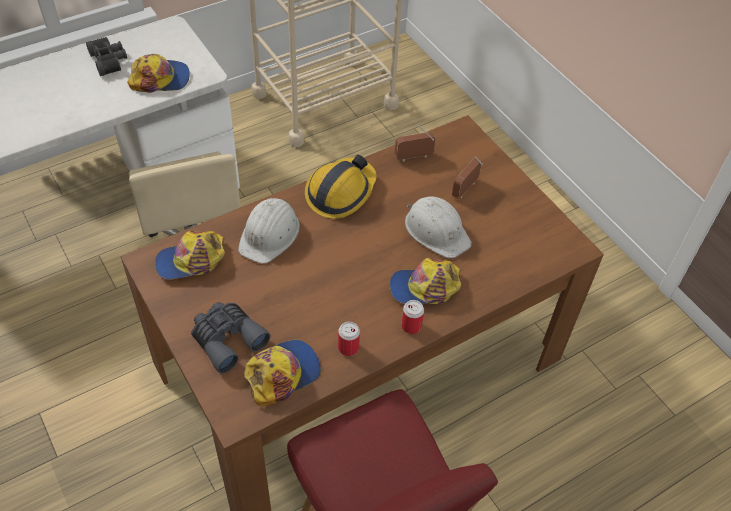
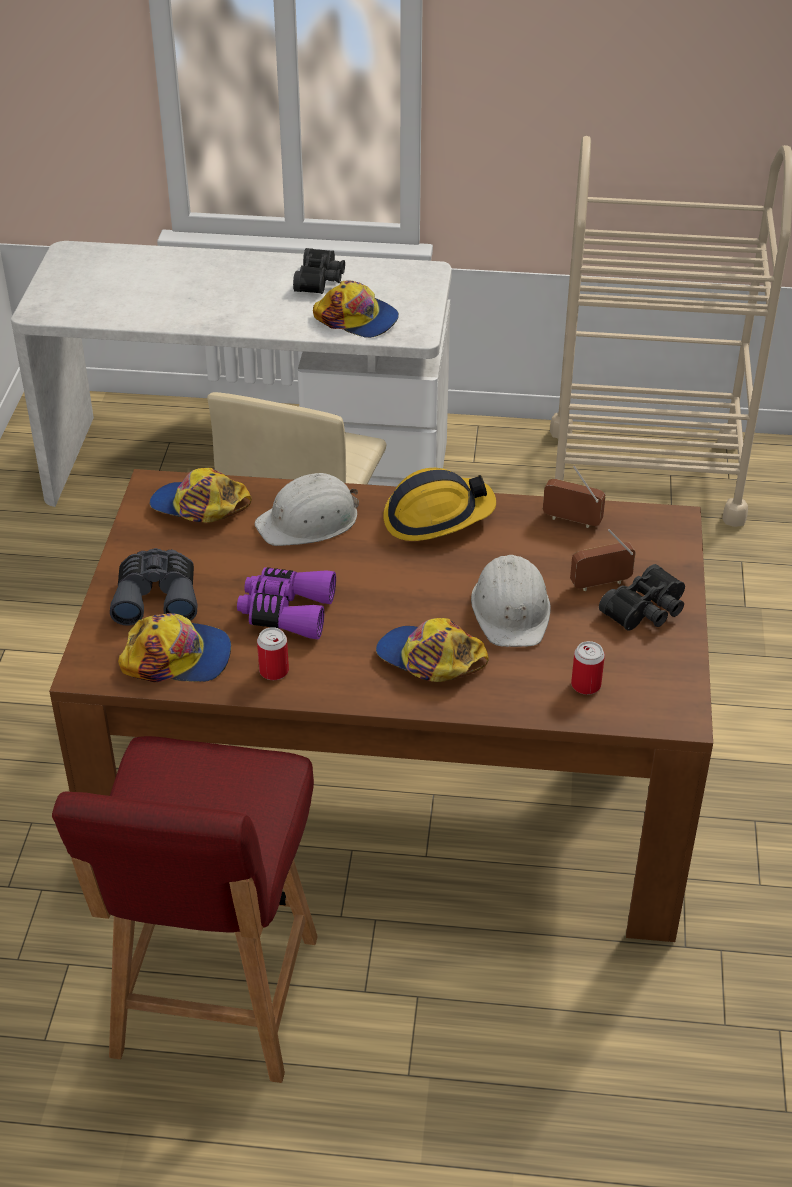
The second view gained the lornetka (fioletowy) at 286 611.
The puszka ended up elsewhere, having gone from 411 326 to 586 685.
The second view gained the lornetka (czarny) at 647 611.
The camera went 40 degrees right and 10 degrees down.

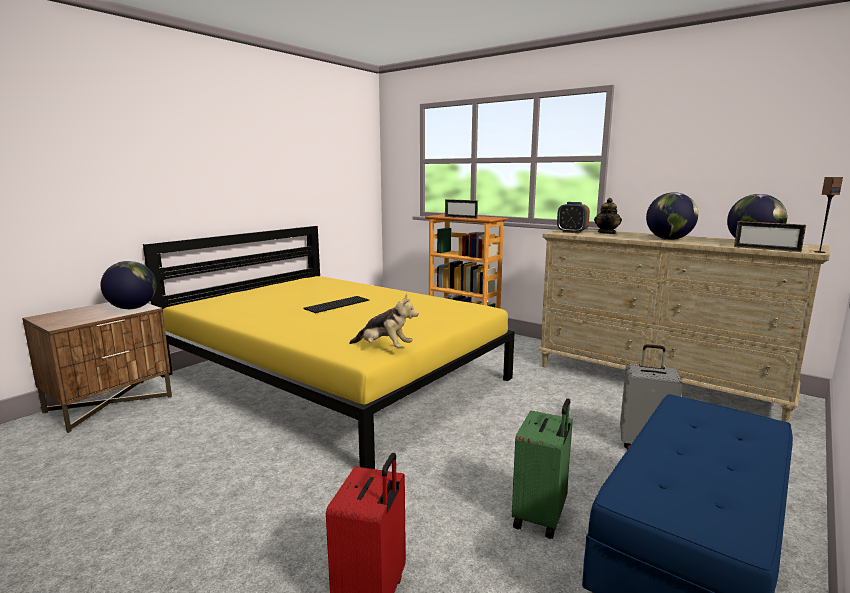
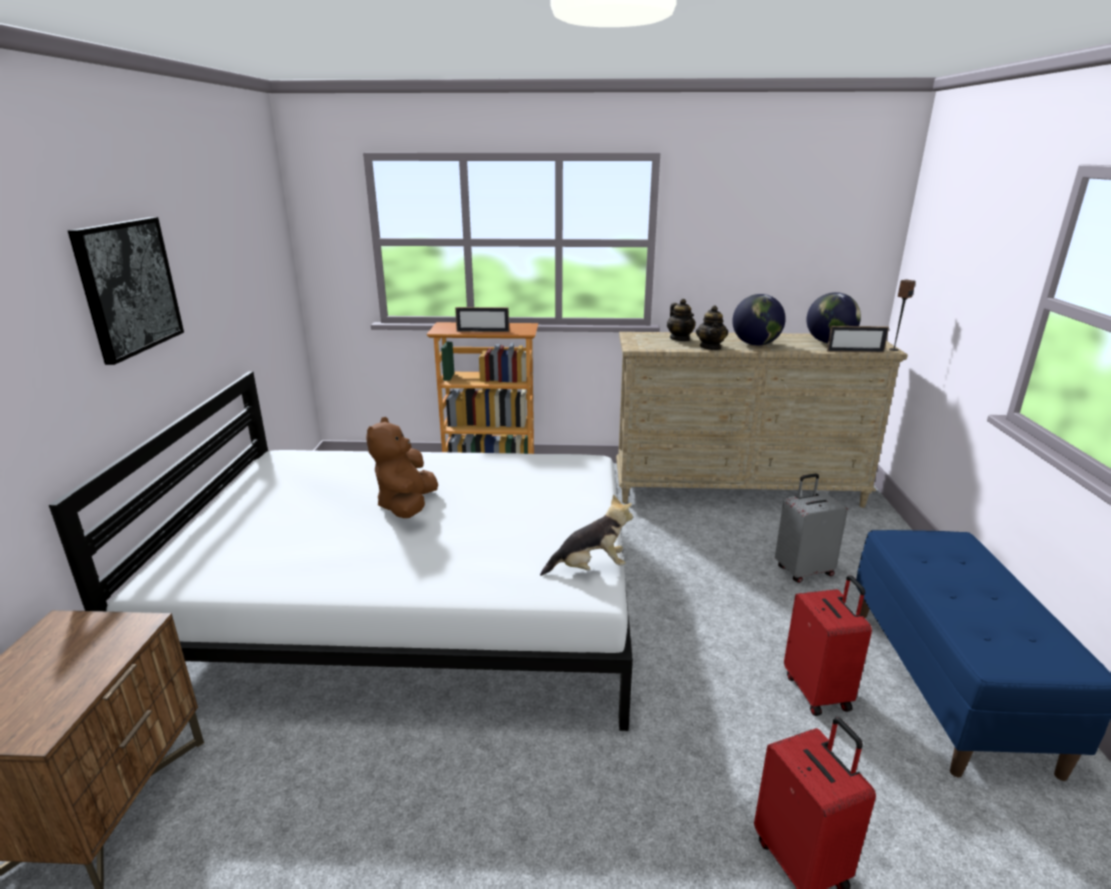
What was the łóżko (żółty) at 336 376 turned into the łóżko (biały) at 413 603.
The second view gained the obraz at 128 287.
Where the klawiatura stood at 337 304, the pluszak (brązowy) came to stand at 407 506.
The second view gained the imbryk at 710 347.
What was the walizka (zielony) at 541 517 turned into the walizka (czerwony) at 818 692.
The second view lost the globus at 132 308.
The second view lost the budzik at 572 232.
The camera went 35 degrees left and 10 degrees up.

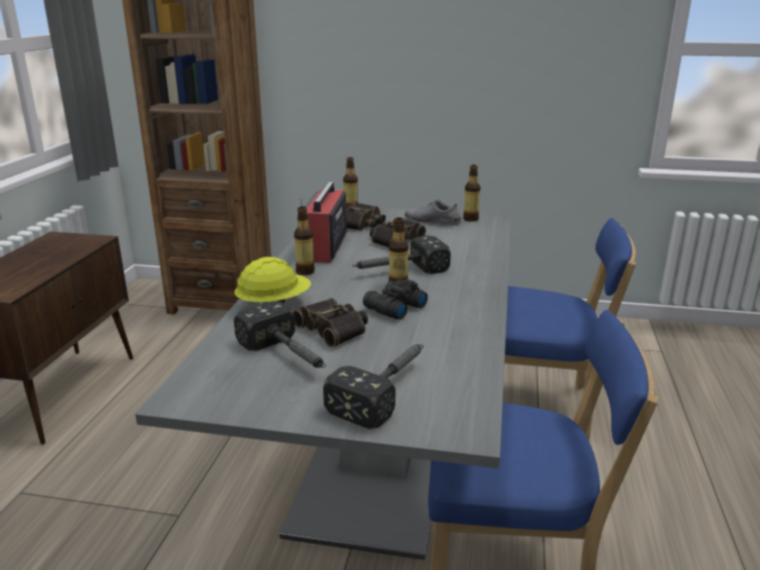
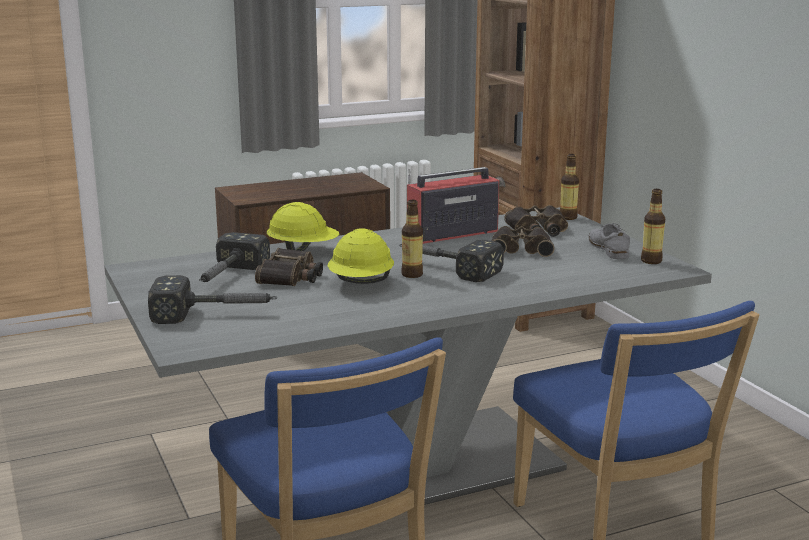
Where the lornetka (czarny) stood at 393 308, the kask (żółty) came to stand at 361 284.
The second view lost the butelka at 305 271.
The camera went 55 degrees right and 5 degrees down.

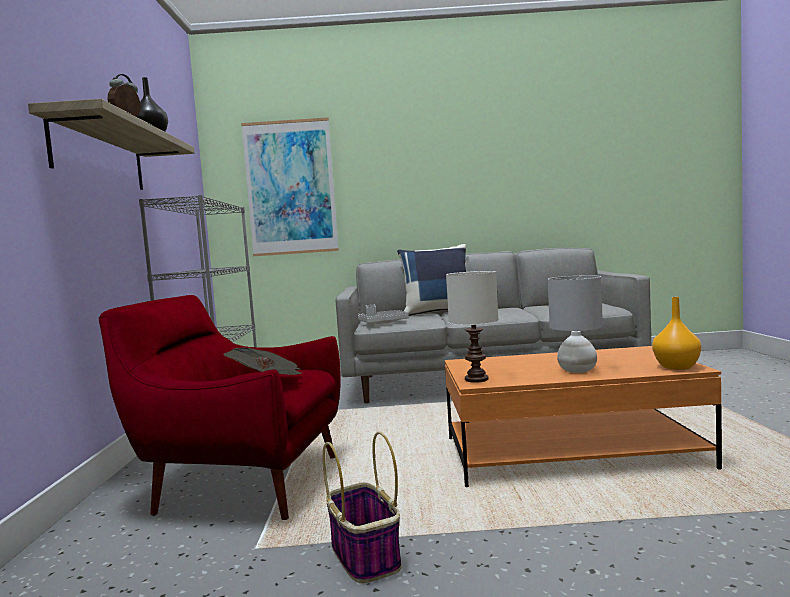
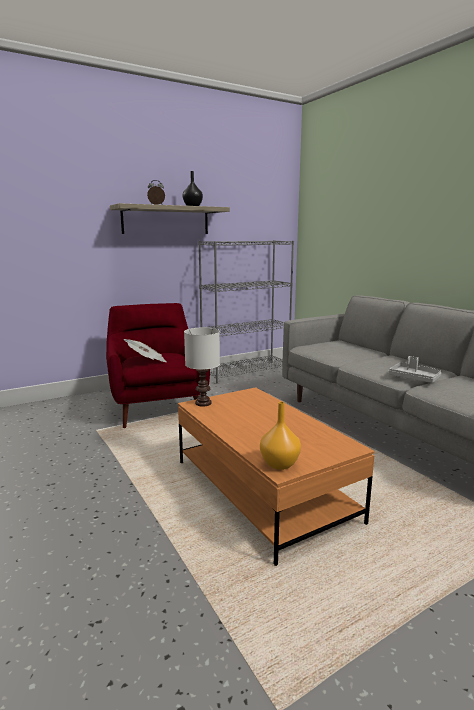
The taca (szary) ended up elsewhere, having gone from 383 323 to 414 378.
The second view lost the obraz at 290 188.
The second view lost the koszyk at 364 555.
The second view lost the poduszka (niebieski) at 438 312.
The second view lost the lampa stołowa (szary) at 577 370.
The camera went 60 degrees right and 10 degrees up.

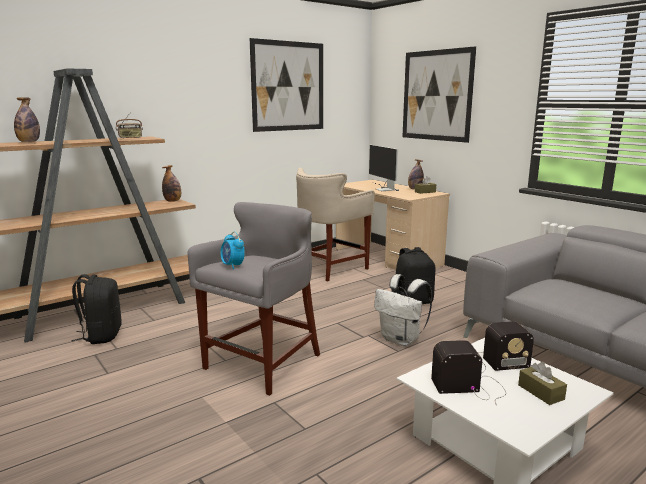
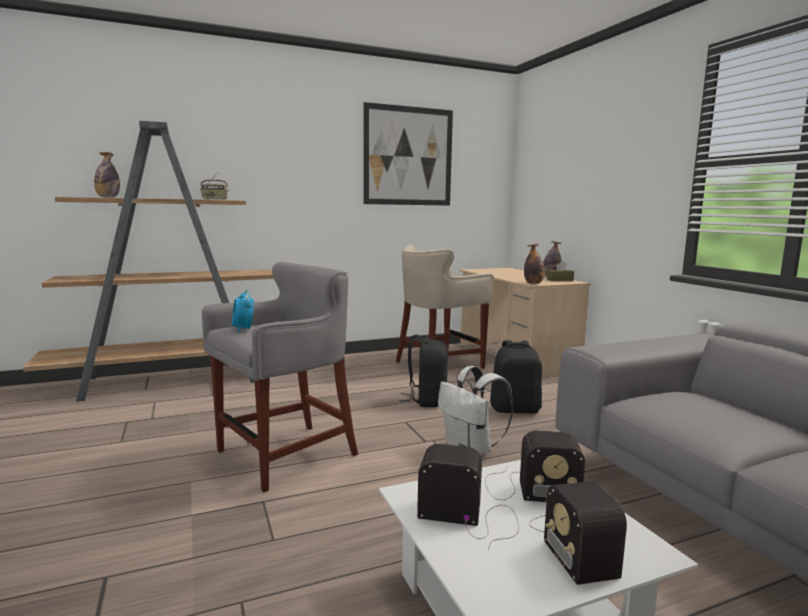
The plecak (czarny) ended up elsewhere, having gone from 101 335 to 426 400.
The butelka ended up elsewhere, having gone from 172 201 to 533 283.
Where the pudełko chusteczek (brązowy) stood at 540 392, the radio came to stand at 572 542.
The second view lost the monitor at 384 189.
The second view lost the obraz at 436 95.
The camera went 15 degrees right and 5 degrees down.

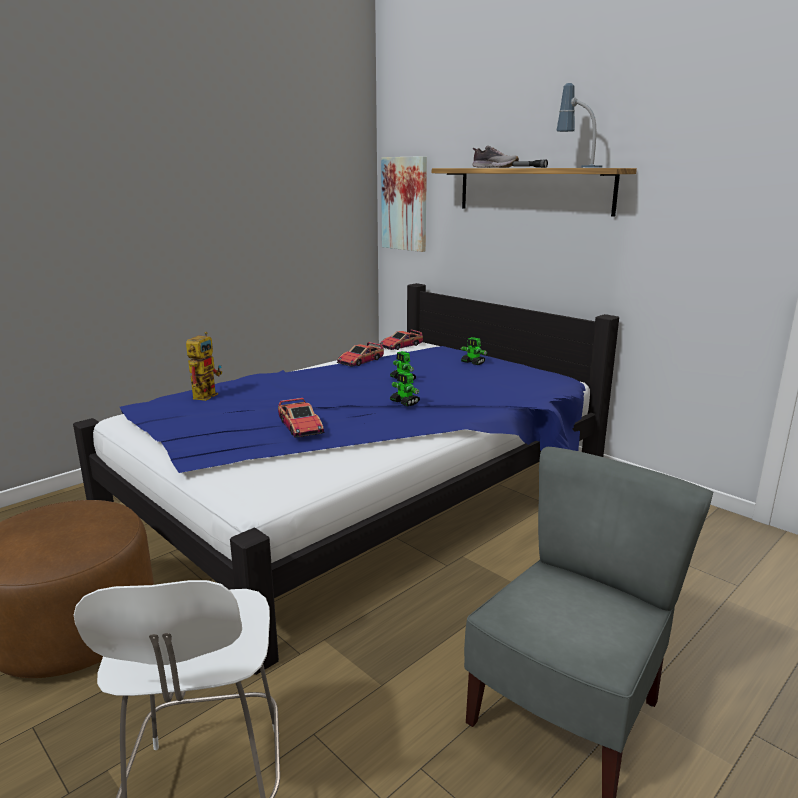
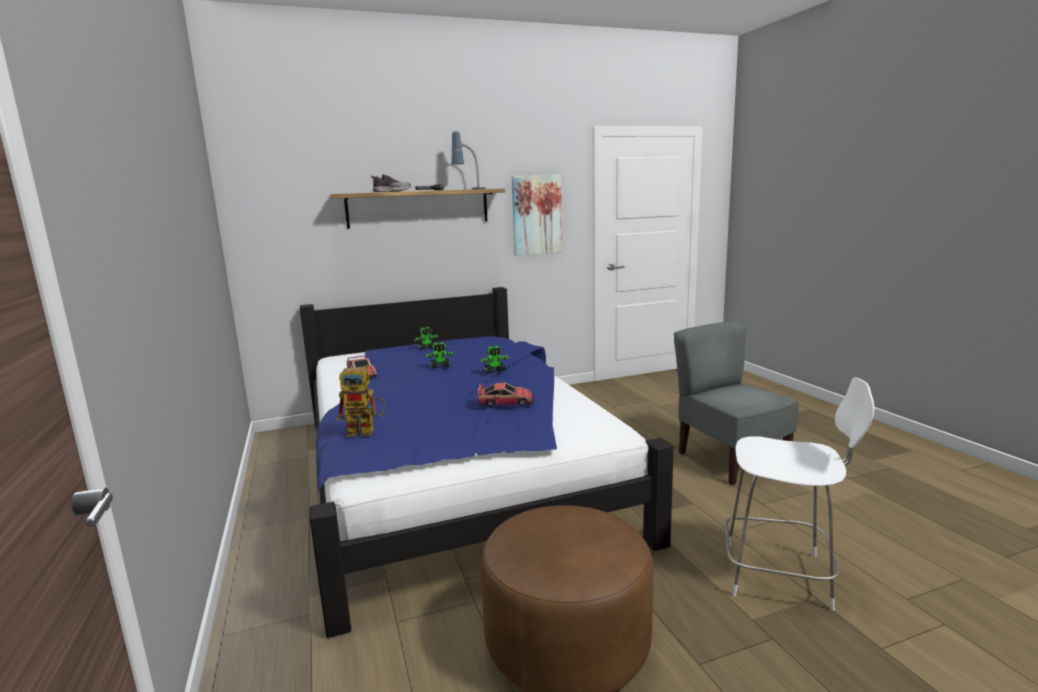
The robot zabawkowy at 206 394 ended up facing another way, 135 degrees clockwise from before.
The obraz ended up elsewhere, having gone from 405 204 to 536 215.
The second view lost the samochodzik at 401 346.
The camera went 65 degrees left and 5 degrees down.

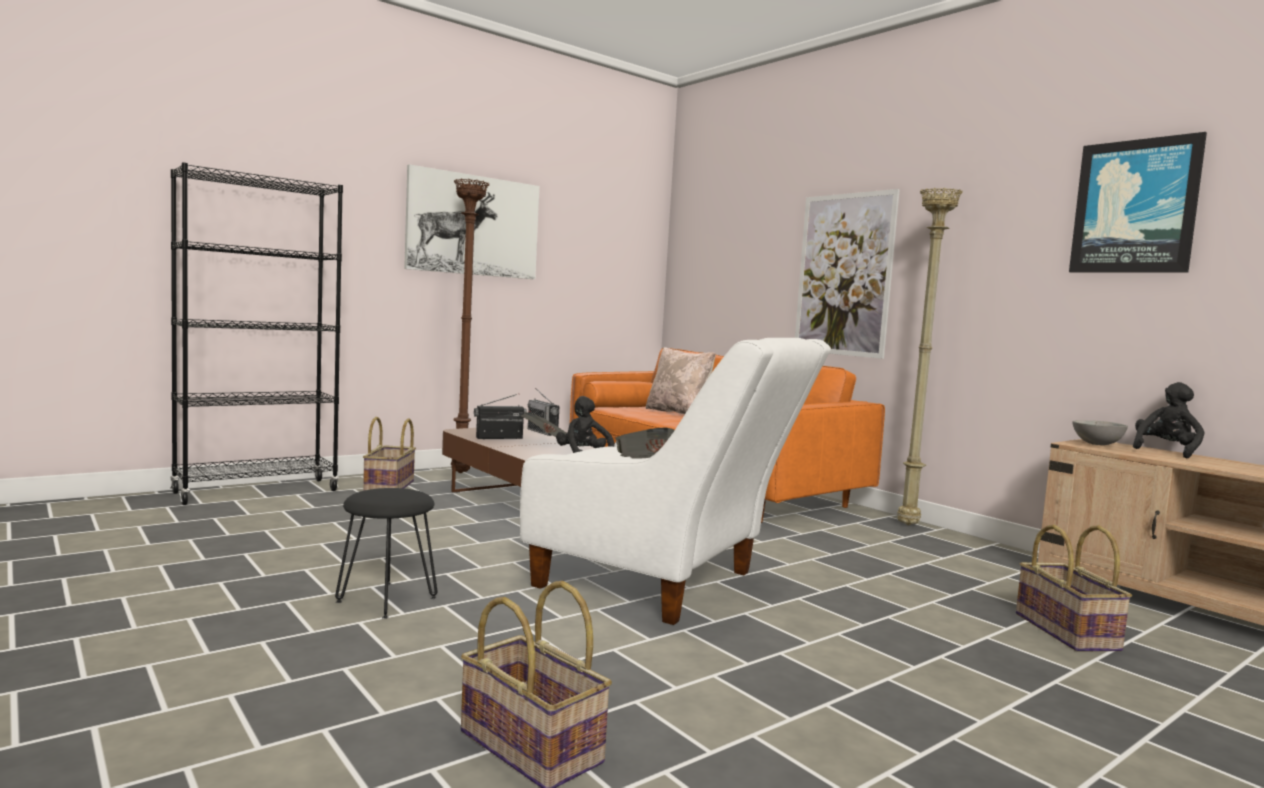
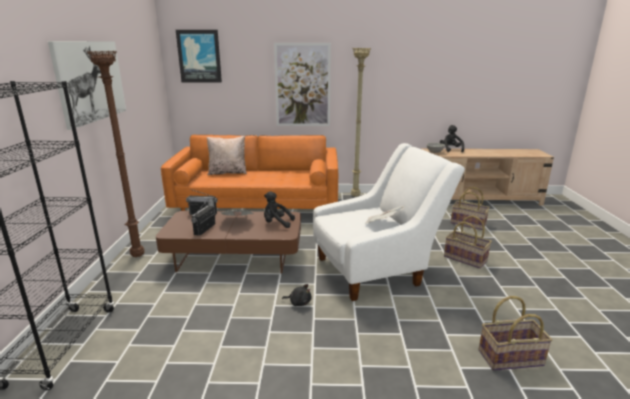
The obraz ended up elsewhere, having gone from 1135 206 to 199 56.
The second view gained the pluszak (czarny) at 299 302.
The koszyk ended up elsewhere, having gone from 390 487 to 465 258.
The second view lost the stołek (czarny) at 387 599.
The camera went 50 degrees left and 15 degrees up.

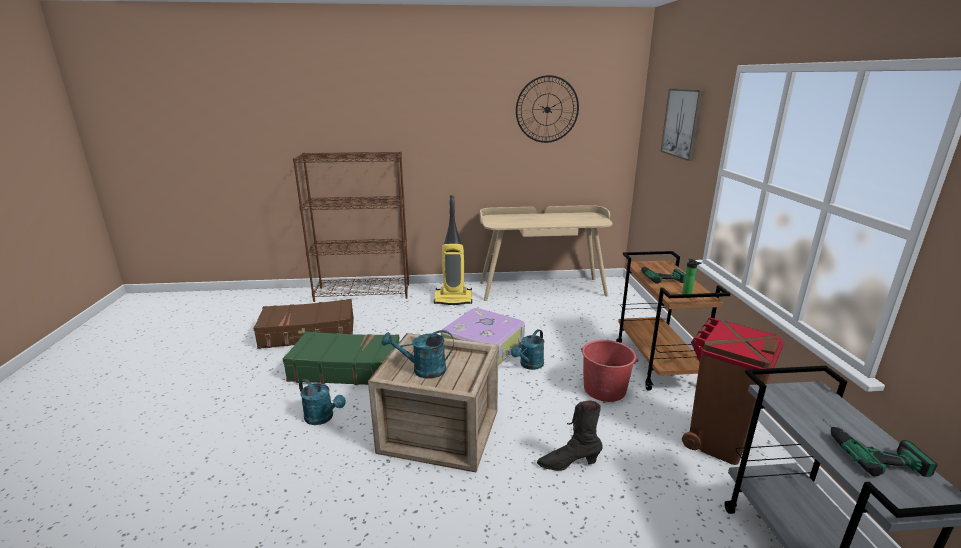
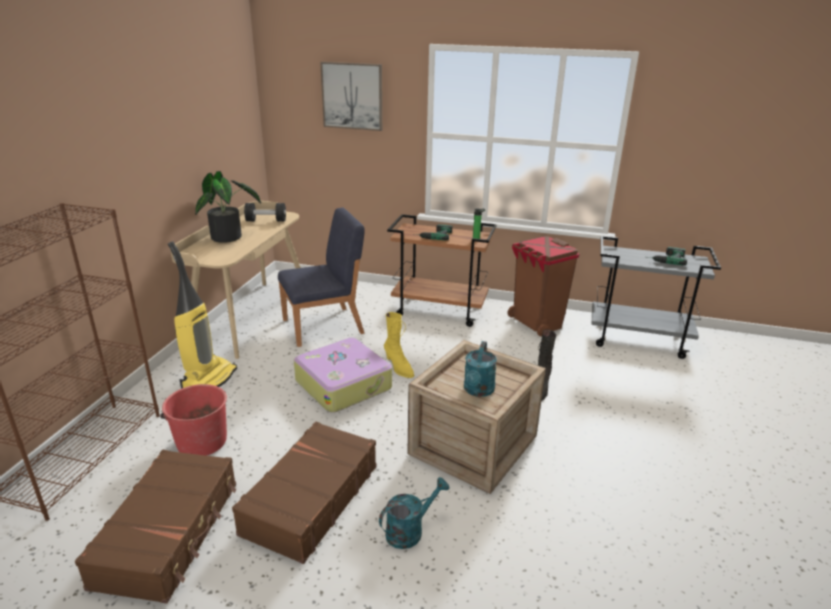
The wiadro (czerwony) ended up elsewhere, having gone from 604 389 to 201 441.
The second view gained the roślina doniczkowa at 230 237.
What was the walizka (zielony) at 346 368 turned into the walizka (brązowy) at 310 499.
The second view gained the hantel (czarny) at 266 220.
The second view gained the krzesło (niebieski) at 324 326.
Where the konewka (turkusowy) stood at 529 365, the but z cholewką (żółty) came to stand at 398 367.
The second view lost the zegar ścienny at 547 109.
The camera went 70 degrees left and 5 degrees up.

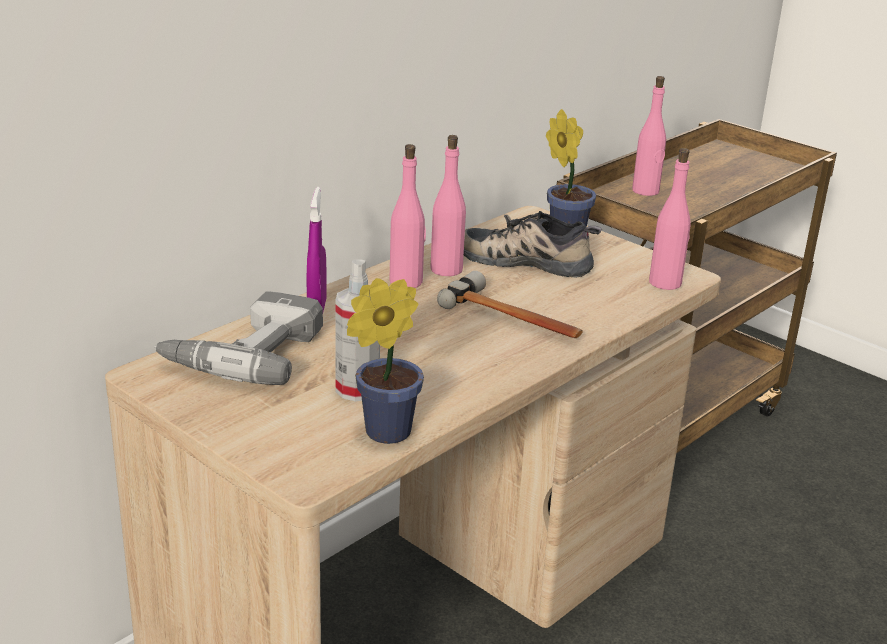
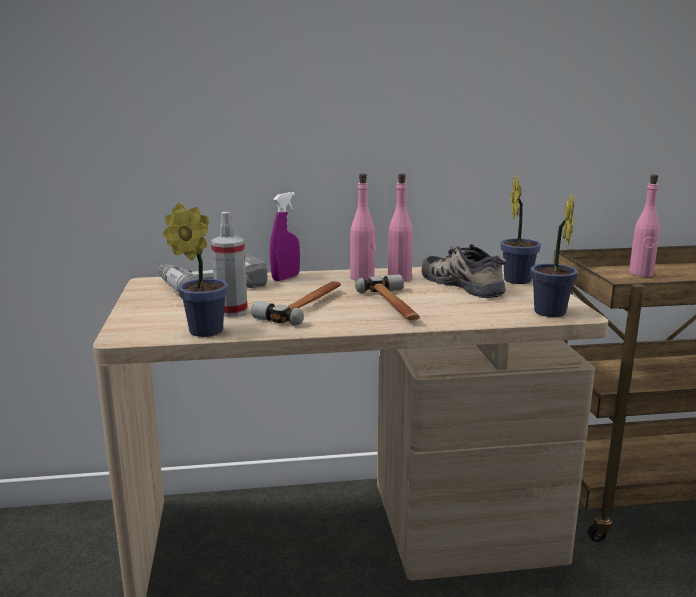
The second view gained the młotek at 305 306.
Where the butelka (różowy) stood at 665 283, the roślina doniczkowa came to stand at 550 314.
The camera went 40 degrees right and 10 degrees down.

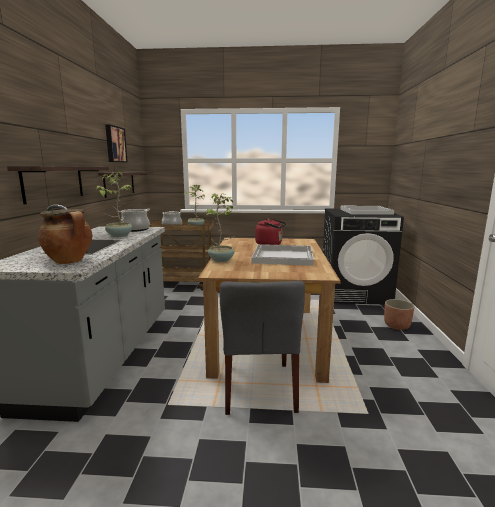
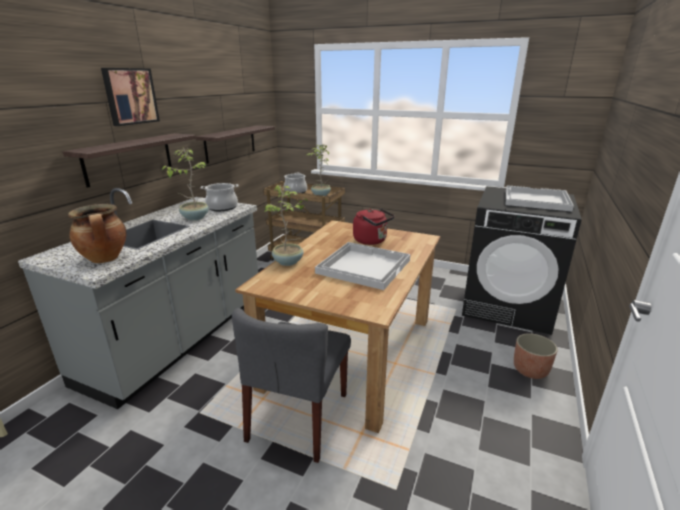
The obraz ended up elsewhere, having gone from 115 144 to 130 96.
The camera went 20 degrees right and 10 degrees up.

